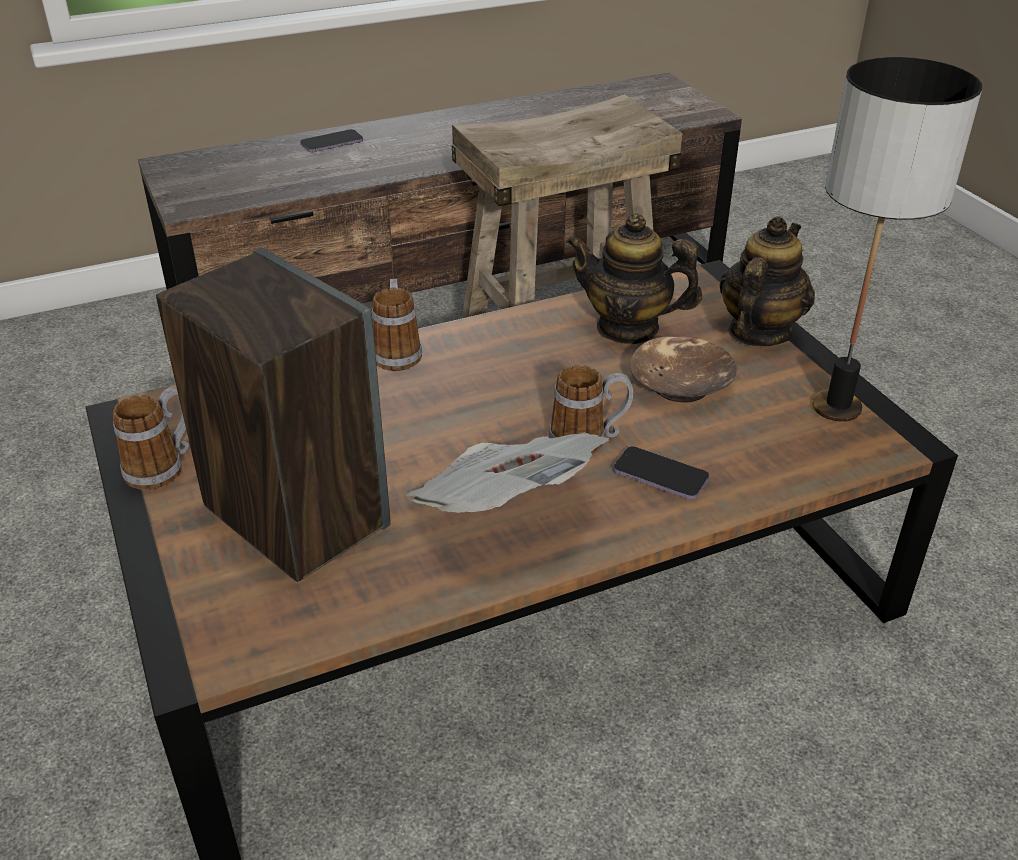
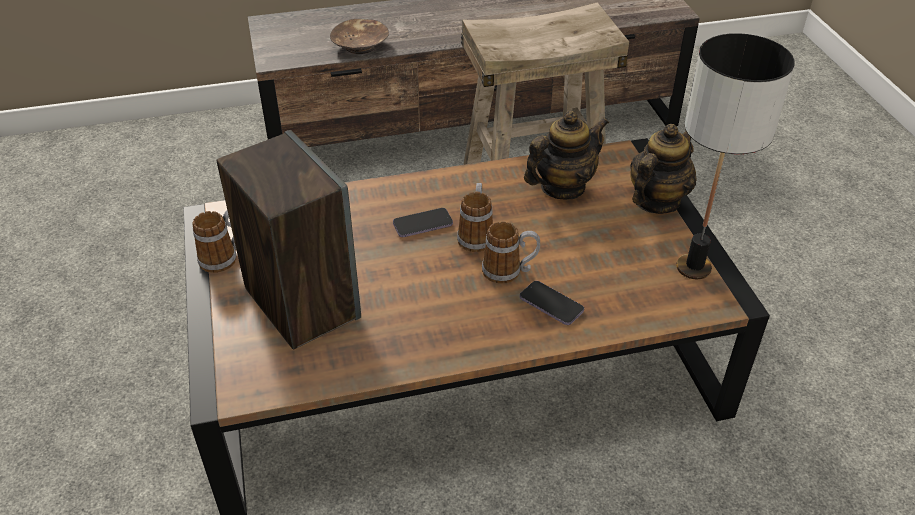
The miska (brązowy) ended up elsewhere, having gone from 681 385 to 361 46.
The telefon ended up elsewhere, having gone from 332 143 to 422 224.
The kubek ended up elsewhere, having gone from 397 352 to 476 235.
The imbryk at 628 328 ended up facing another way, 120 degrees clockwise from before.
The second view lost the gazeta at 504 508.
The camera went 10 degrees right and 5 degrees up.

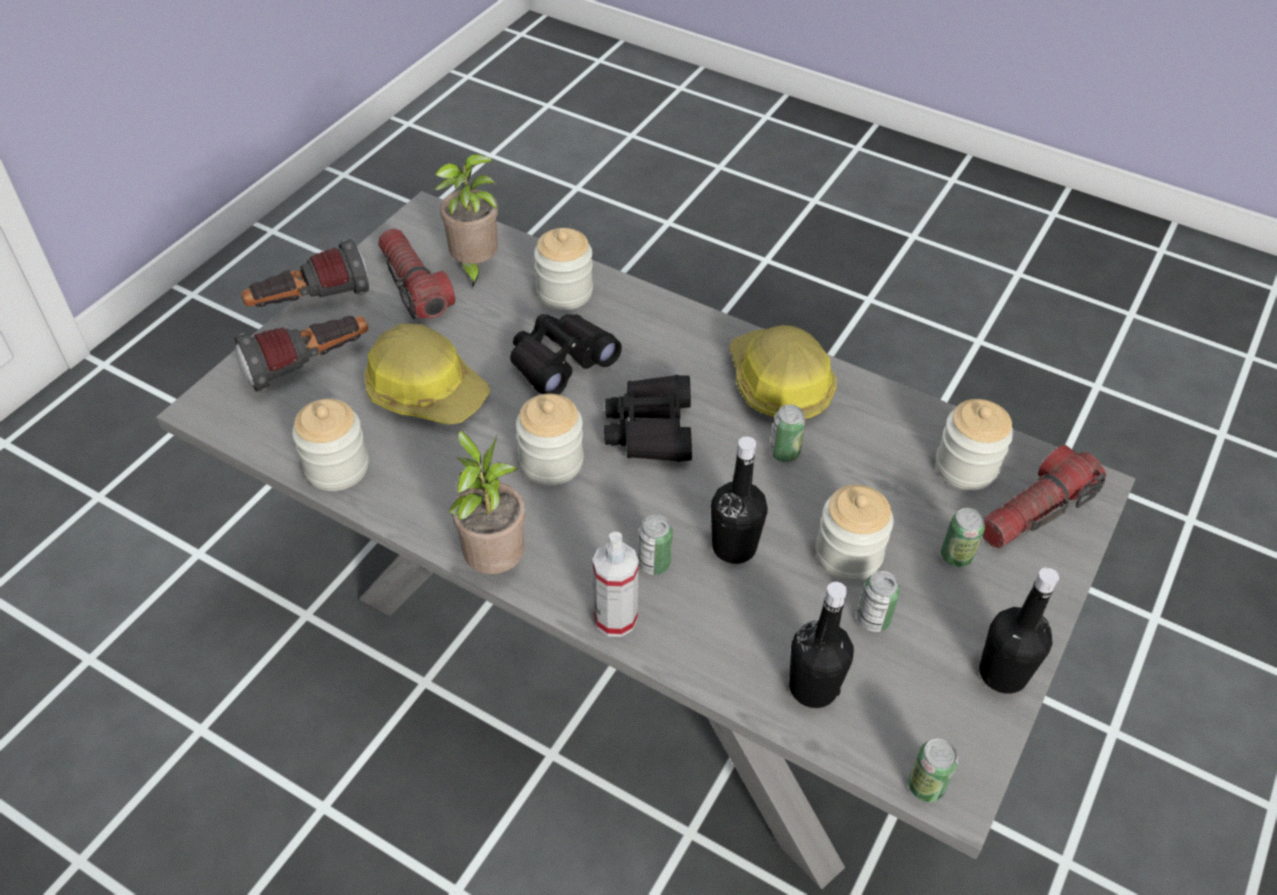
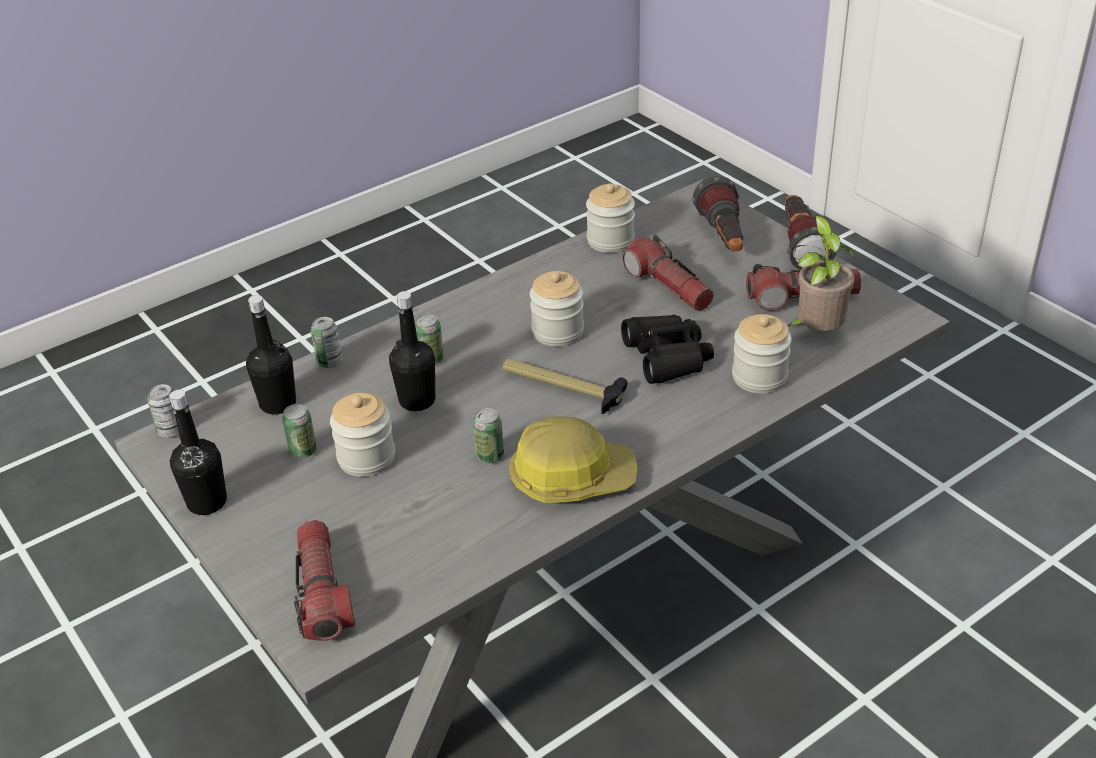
The puszka ended up elsewhere, having gone from 956 556 to 329 362.
Where the lornetka (czarny) stood at 651 429, the młotek came to stand at 562 388.
Where the kask stood at 426 390, the latarka came to stand at 668 286.
The second view lost the roślina doniczkowa at 494 561.
The second view lost the spryskiwacz at 615 619.
The second view lost the słoik at 966 467.
The camera went 115 degrees right and 10 degrees down.

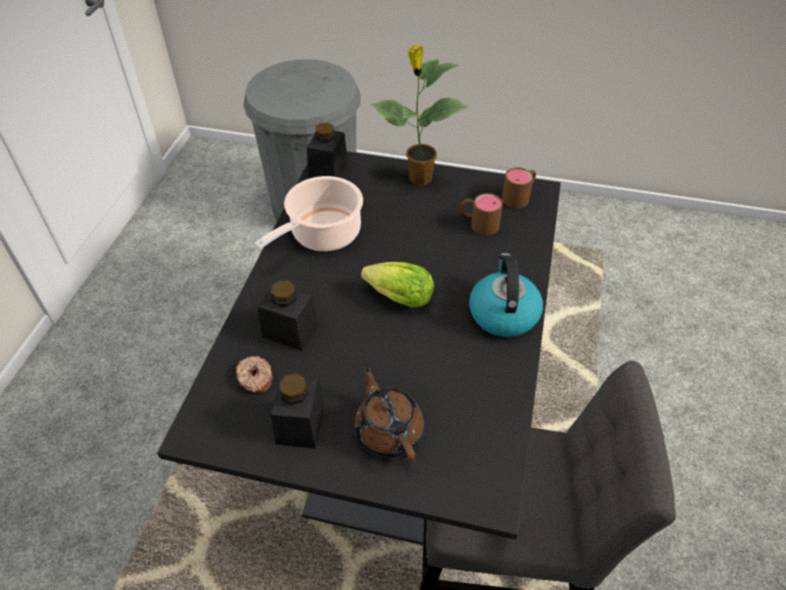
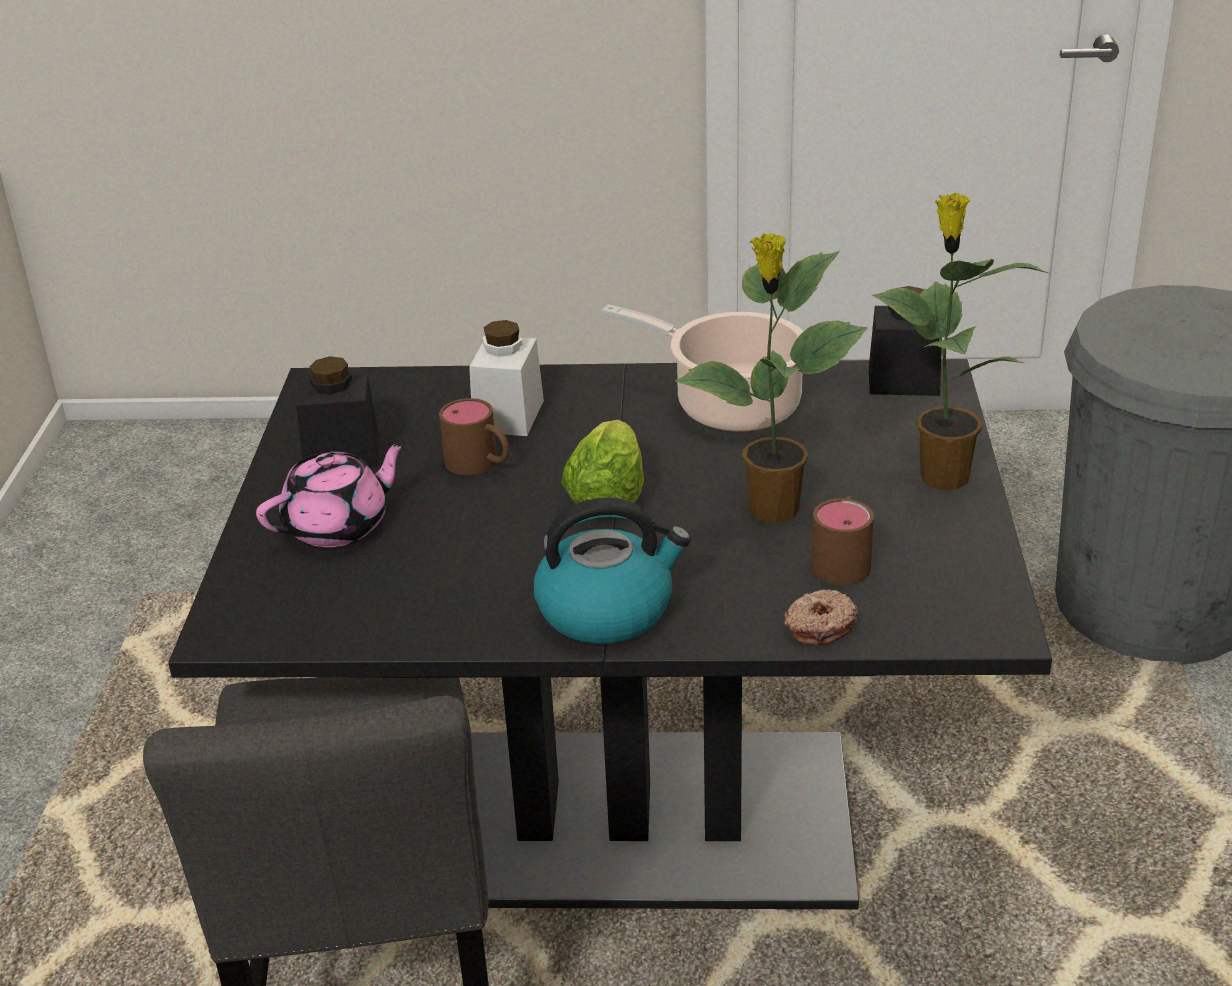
What was the imbryk (brązowy) at 388 430 turned into the imbryk (różowy) at 339 526.
The kubek (brązowy) ended up elsewhere, having gone from 519 196 to 480 464.
What was the słoik (czarny) at 290 331 turned into the słoik (biały) at 508 416.
The second view gained the roślina doniczkowa at 772 511.
The donut ended up elsewhere, having gone from 255 378 to 819 626.
The camera went 80 degrees right and 15 degrees down.

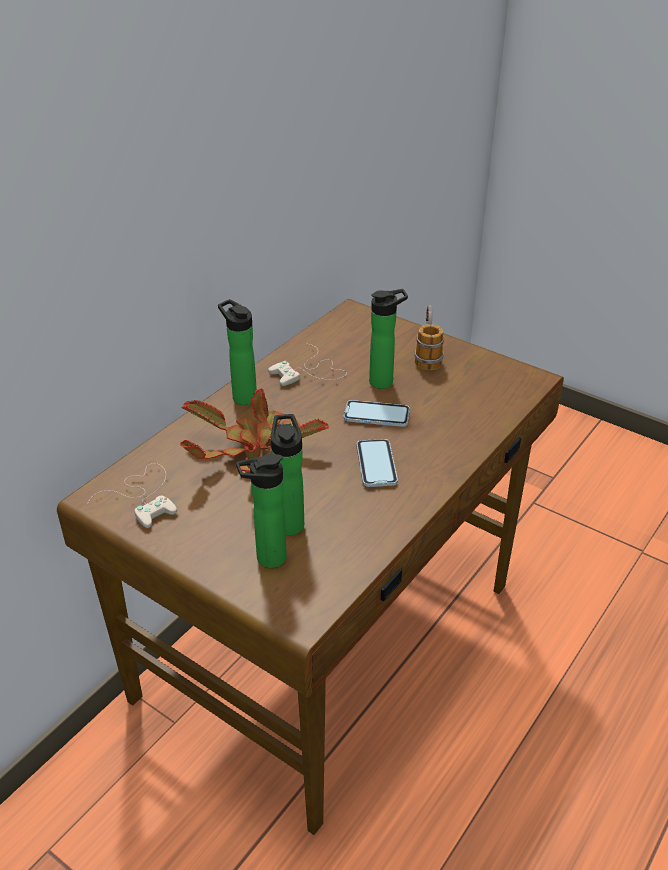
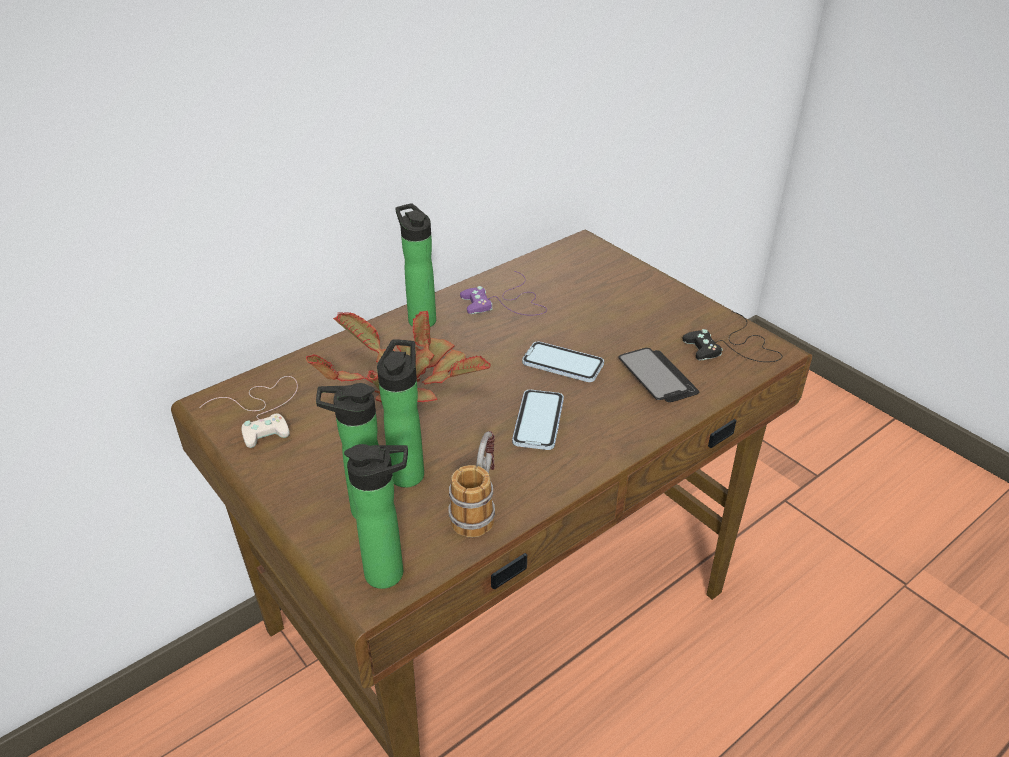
The butelka ended up elsewhere, having gone from 385 382 to 390 573.
The kubek ended up elsewhere, having gone from 427 355 to 478 506.
What was the pad do gier (biały) at 309 372 turned into the pad do gier (fioletowy) at 507 303.
The second view gained the telefon at 657 377.
The second view gained the pad do gier (czarny) at 734 347.
The camera went 15 degrees right and 0 degrees up.

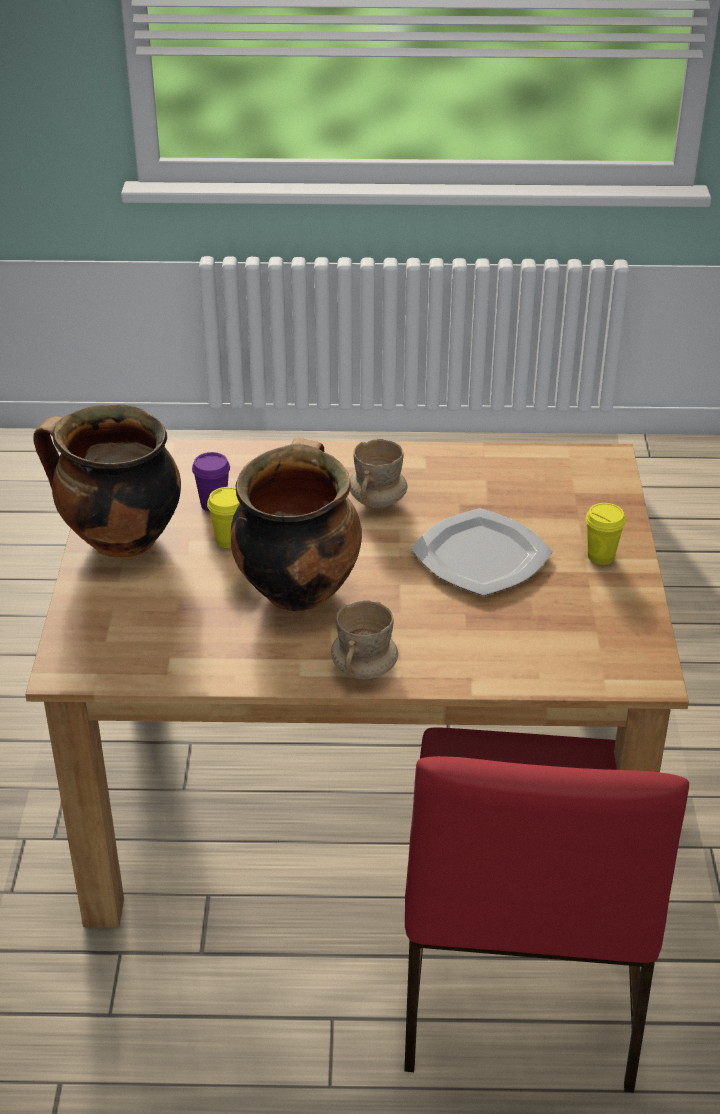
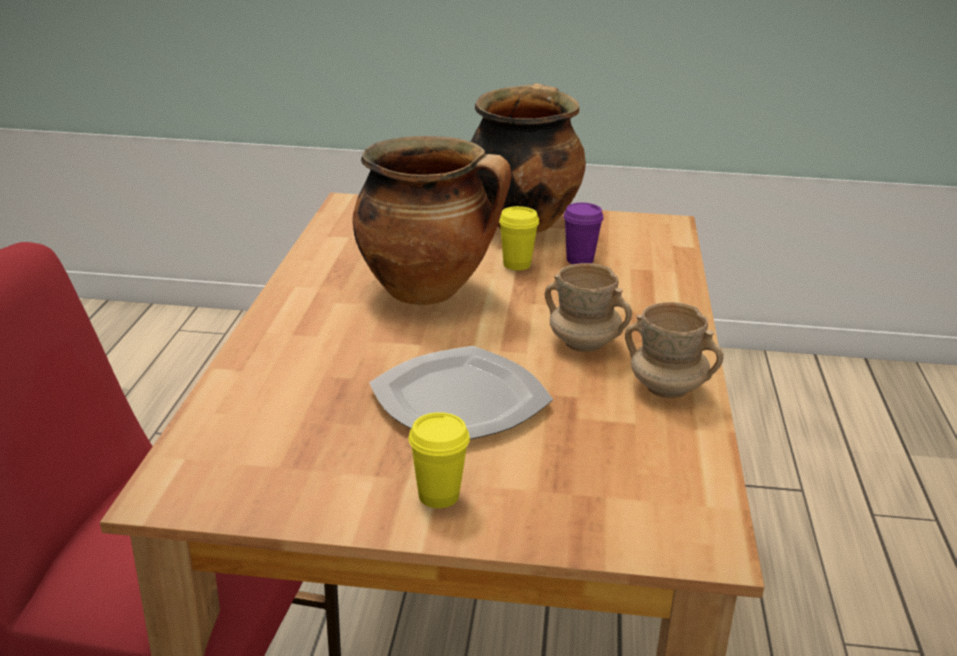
The kubek (beżowy) ended up elsewhere, having gone from 364 669 to 667 388.
The camera went 95 degrees right and 10 degrees down.

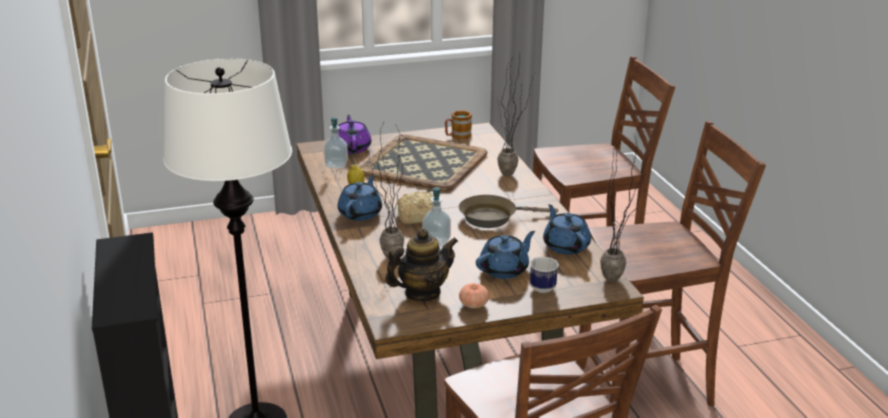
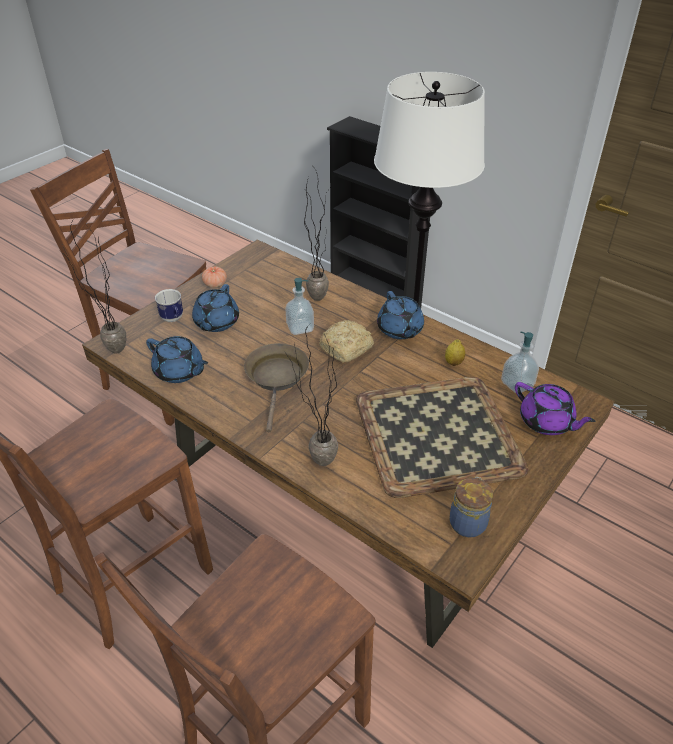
The patelnia (brązowy) at 492 217 ended up facing another way, 45 degrees counterclockwise from before.
Where the kubek stood at 457 136, the słoik came to stand at 468 522.
The second view lost the imbryk at 422 293.
The camera went 145 degrees right and 15 degrees up.

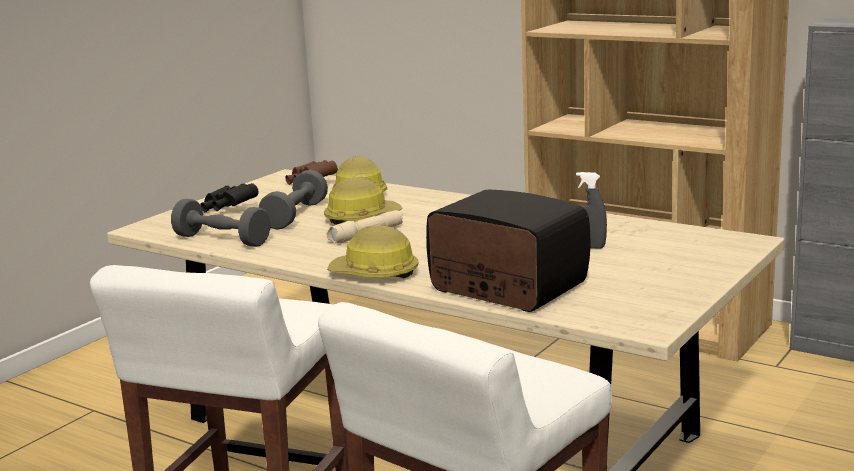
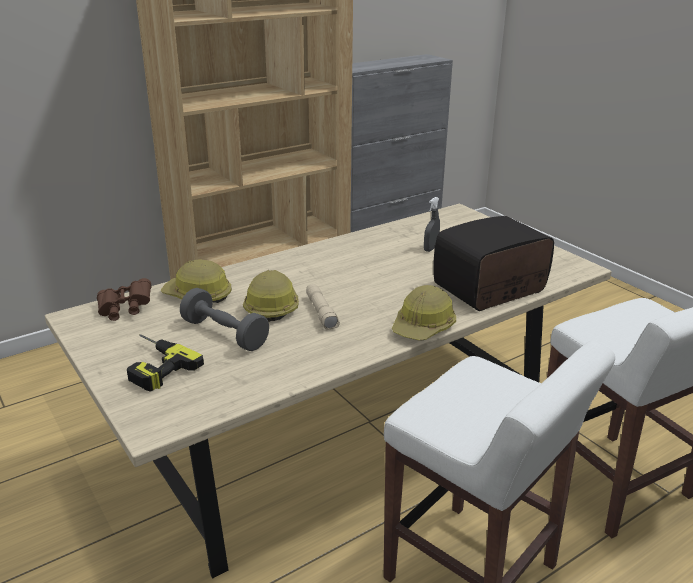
Where the lornetka (czarny) stood at 227 209, the wiertarka came to stand at 152 365.
The second view lost the hantel (szary) at 222 240.
The camera went 70 degrees left and 10 degrees up.

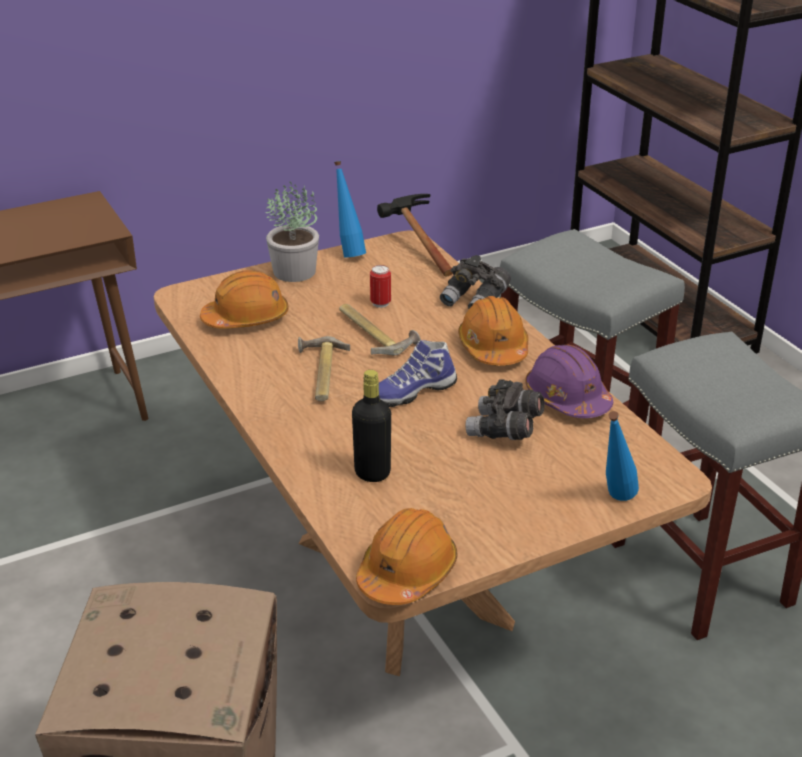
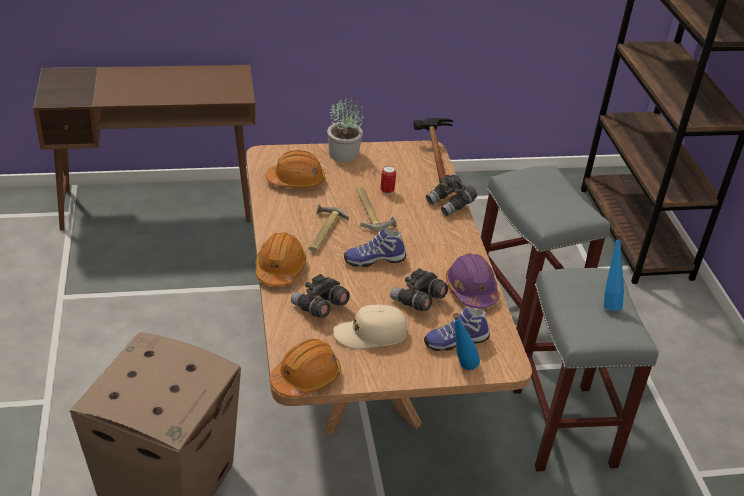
The kask (pomarańczowy) ended up elsewhere, having gone from 493 347 to 280 268.
Where the butelka (czarny) stood at 372 473, the lornetka (szary) came to stand at 319 307.
The second view gained the czapka z daszkiem (beżowy) at 370 334.
The second view gained the but at 455 340.
The butelka (niebieski) ended up elsewhere, having gone from 349 252 to 608 302.
The camera went 15 degrees right and 5 degrees up.

